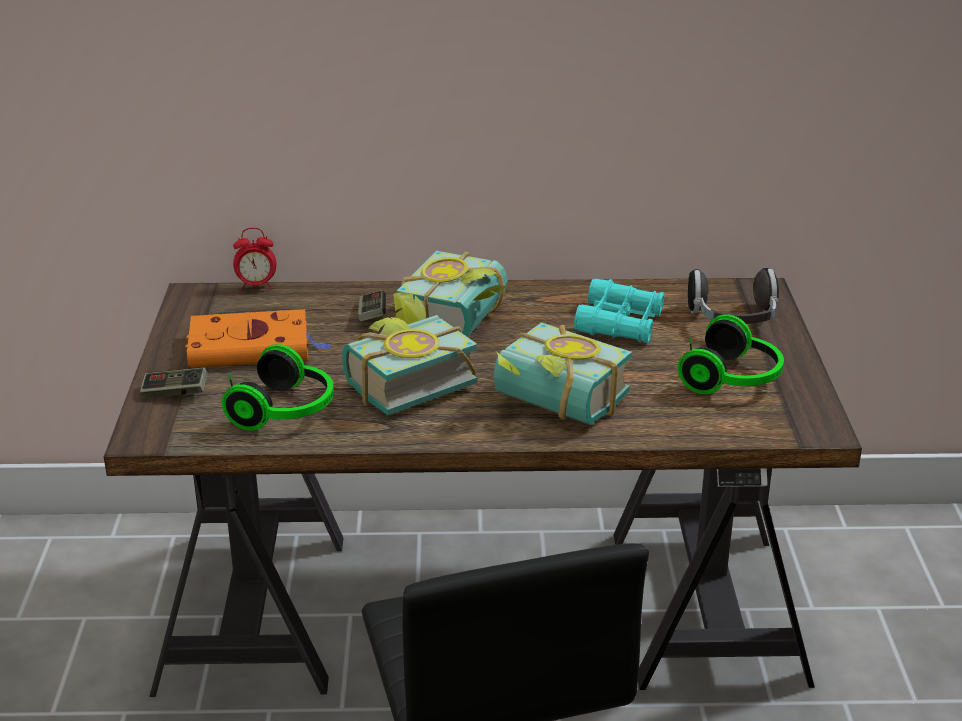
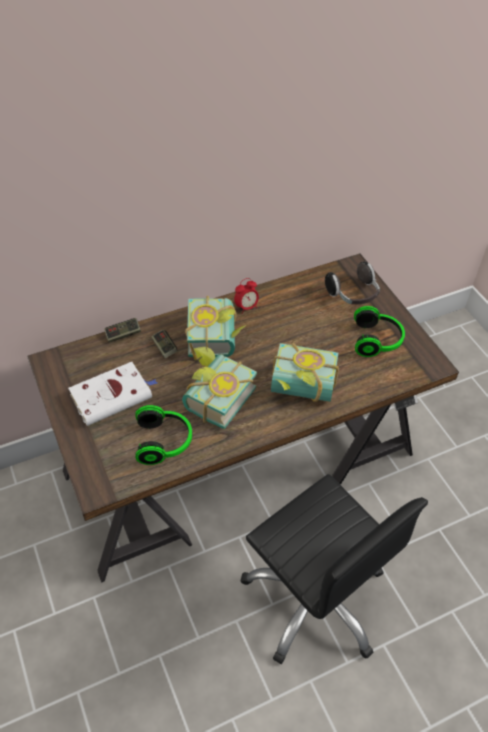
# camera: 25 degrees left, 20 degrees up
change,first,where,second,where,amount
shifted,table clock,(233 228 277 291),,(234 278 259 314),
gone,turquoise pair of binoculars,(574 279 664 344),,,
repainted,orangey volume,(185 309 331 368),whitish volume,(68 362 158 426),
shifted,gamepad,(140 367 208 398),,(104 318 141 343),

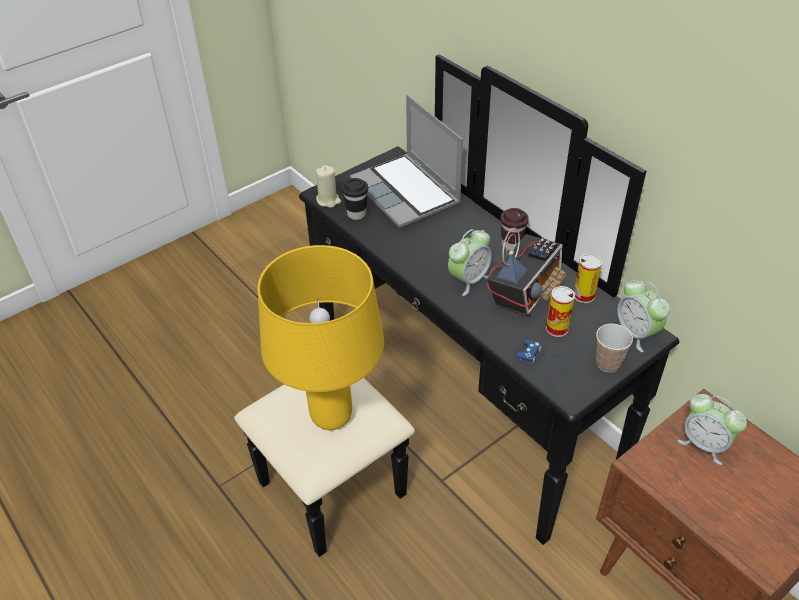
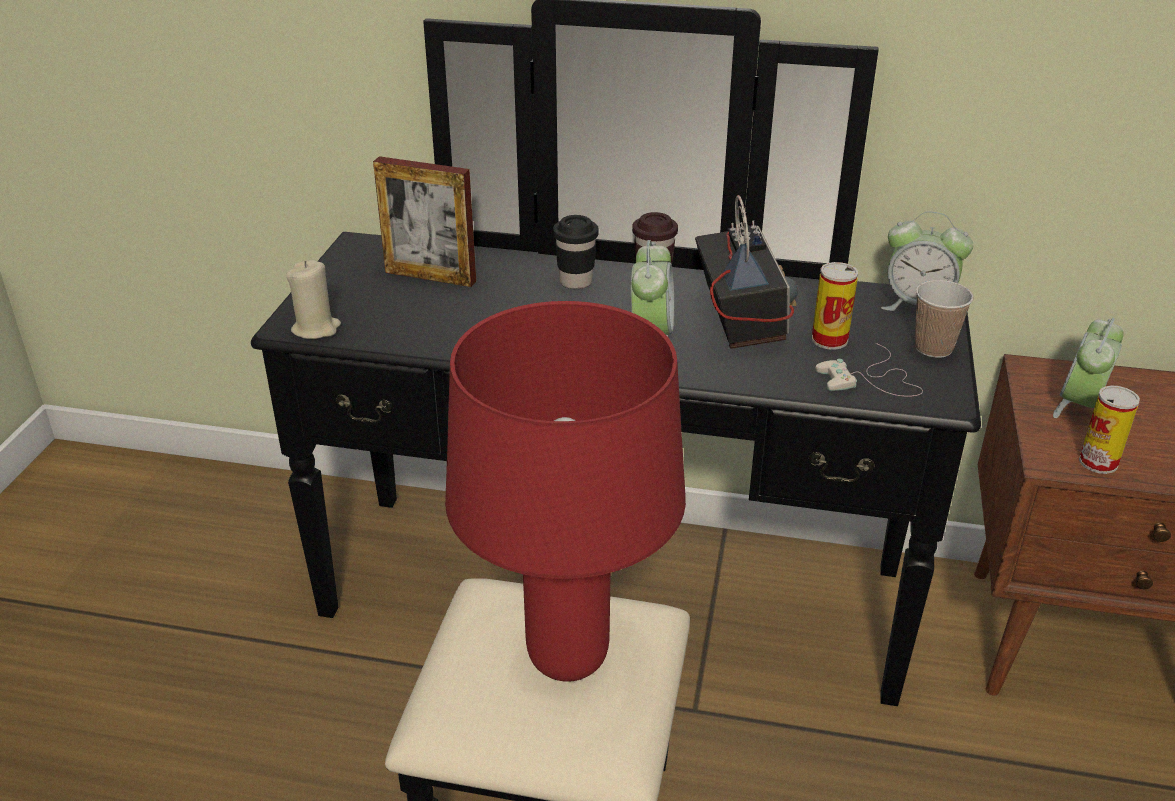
# camera: 40 degrees left, 10 degrees down
change,first,where,second,where,amount
swapped,portable computer,(350 95 463 228),photo frame,(373 156 476 287),
shifted,black-coloured cup,(342 178 368 220),,(553 215 599 289),
repainted,yellow-coloured lamp for a table,(258 245 384 430),reddish lamp for a table,(445 301 686 682),
shifted,metal can,(574 254 602 303),,(1079 385 1140 474),
repainted,bluish gamepad,(516 340 577 386),whitish gamepad,(815 343 923 397),
rotated,table clock,(678 394 747 465),,(1053 318 1124 418),120 degrees clockwise

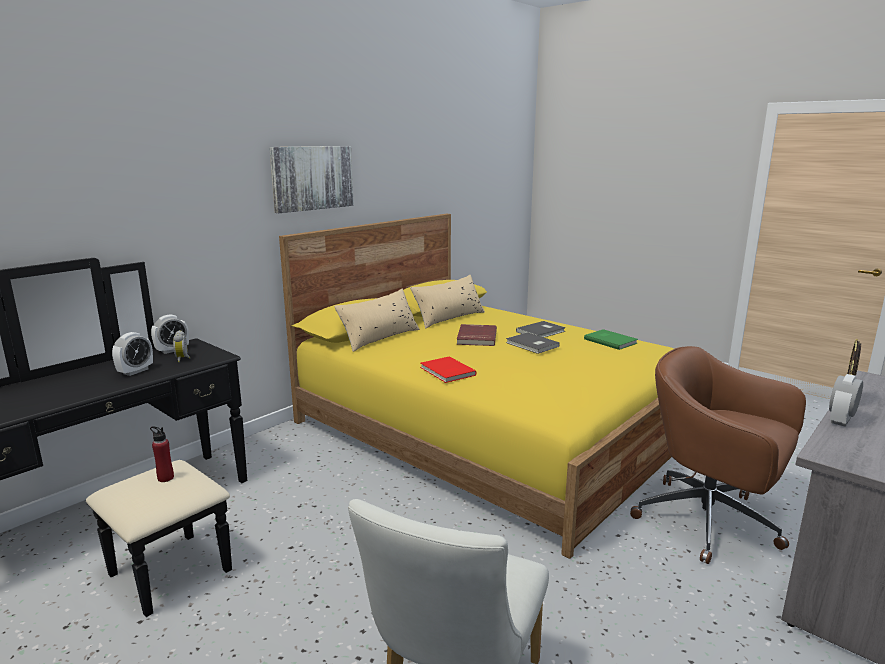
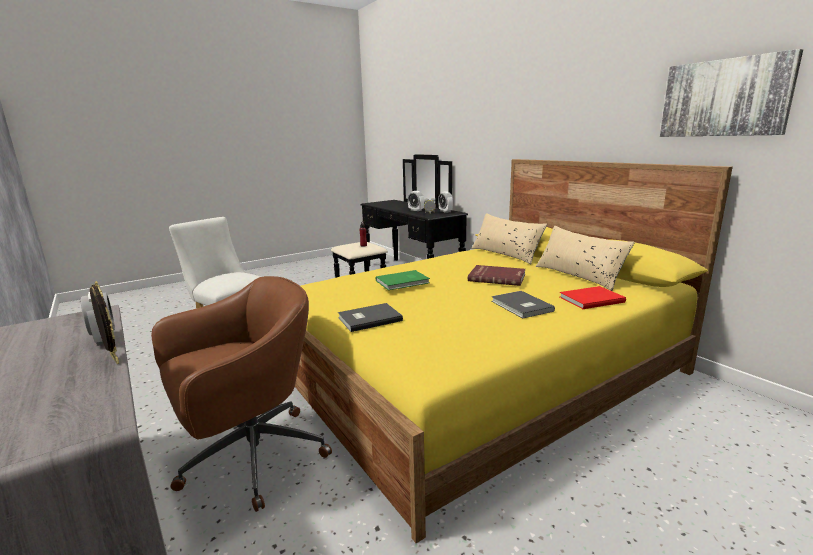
# camera: 105 degrees right, 0 degrees up
change,first,where,second,where,amount
shifted,picture,(269 146 354 213),,(660 49 803 137),
shifted,green-coloured volume,(584 329 638 350),,(376 270 430 290),
shifted,gray volume,(506 333 560 354),,(338 303 403 332),
shifted,reddish volume,(420 357 476 383),,(560 286 626 309),

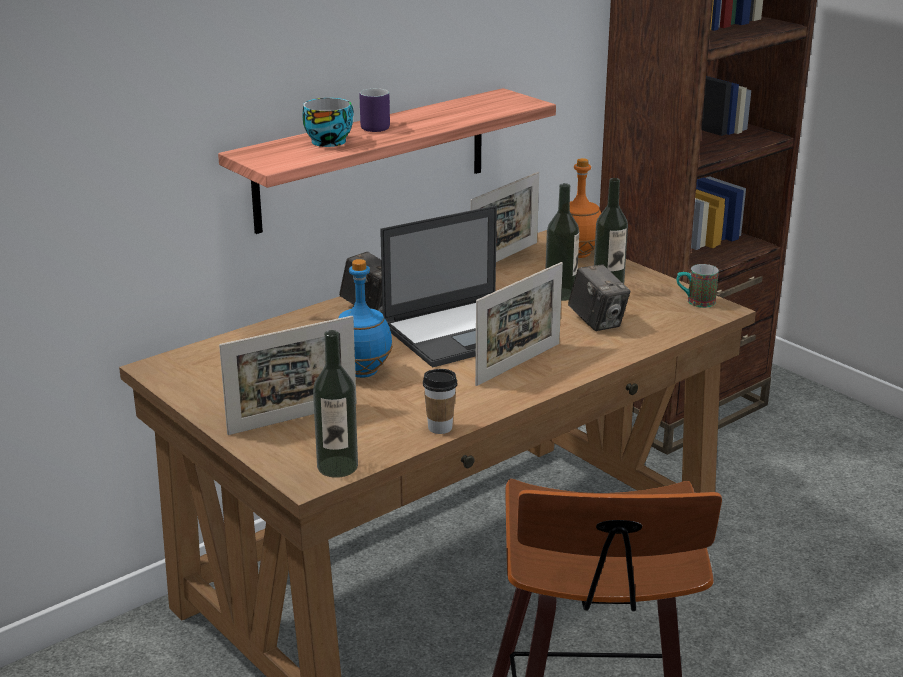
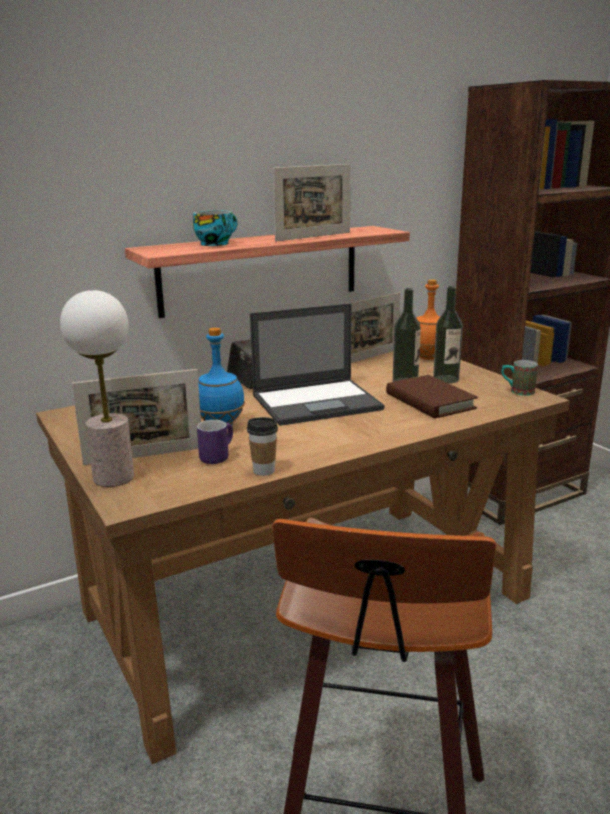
# camera: 10 degrees right, 5 degrees down
change,first,where,second,where,amount
shifted,purple coffee mug,(360 88 390 132),,(197 420 233 464),
shifted,photo frame,(475 262 563 386),,(273 164 351 241),
swapped,photo camera,(568 264 631 331),brown volume,(386 375 478 418),
gone,bottle,(313 330 358 478),,,
new,,,lamp for a table,(60 290 134 487),

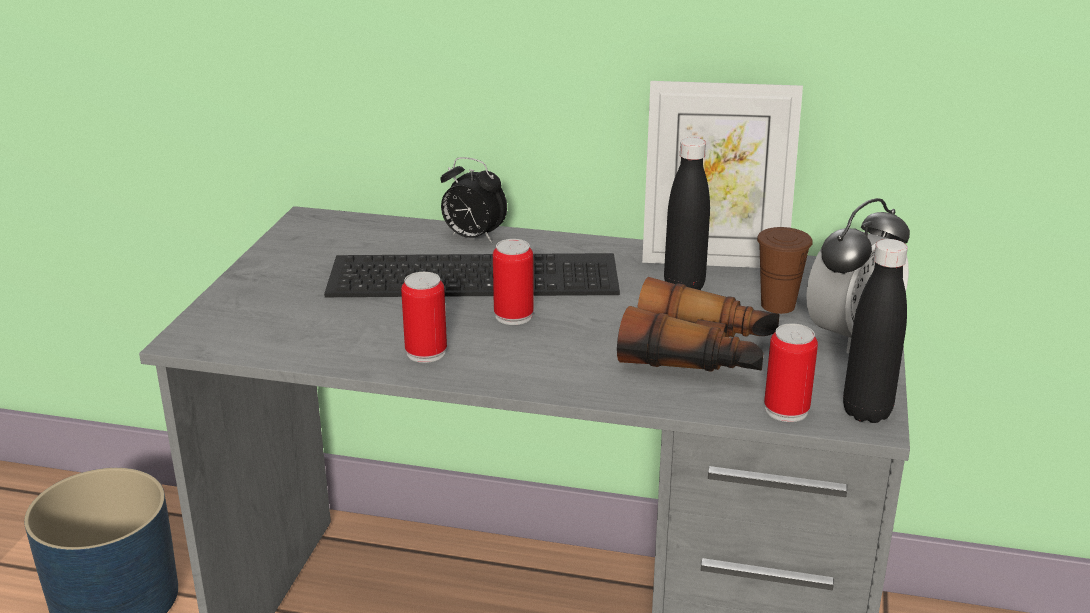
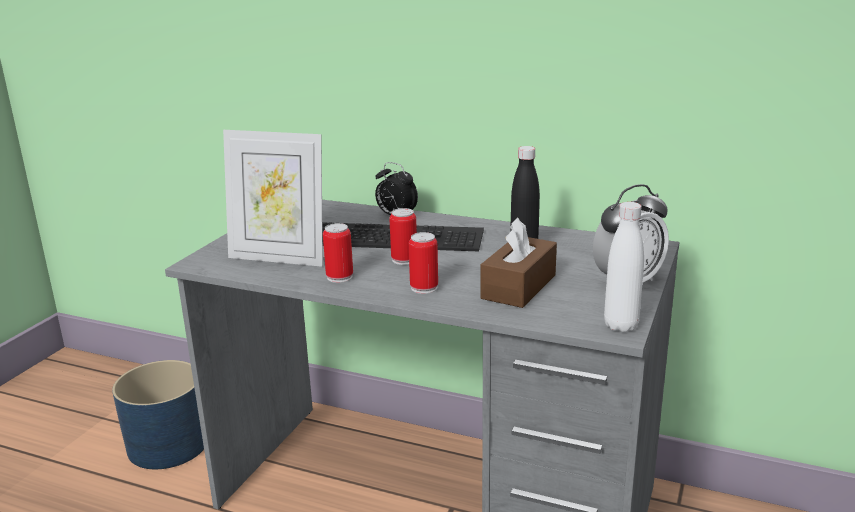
# camera: 10 degrees right, 5 degrees down
change,first,where,second,where,amount
shifted,photo frame,(642 81 803 268),,(223 130 323 267),
gone,brown cup,(757 227 813 314),,,
repainted,black-coloured bottle,(843 239 908 423),whitish bottle,(604 202 644 332),
swapped,pair of binoculars,(617 277 780 372),brown tissue box,(480 217 557 308),
shifted,metal can,(764 324 818 422),,(409 232 438 294),

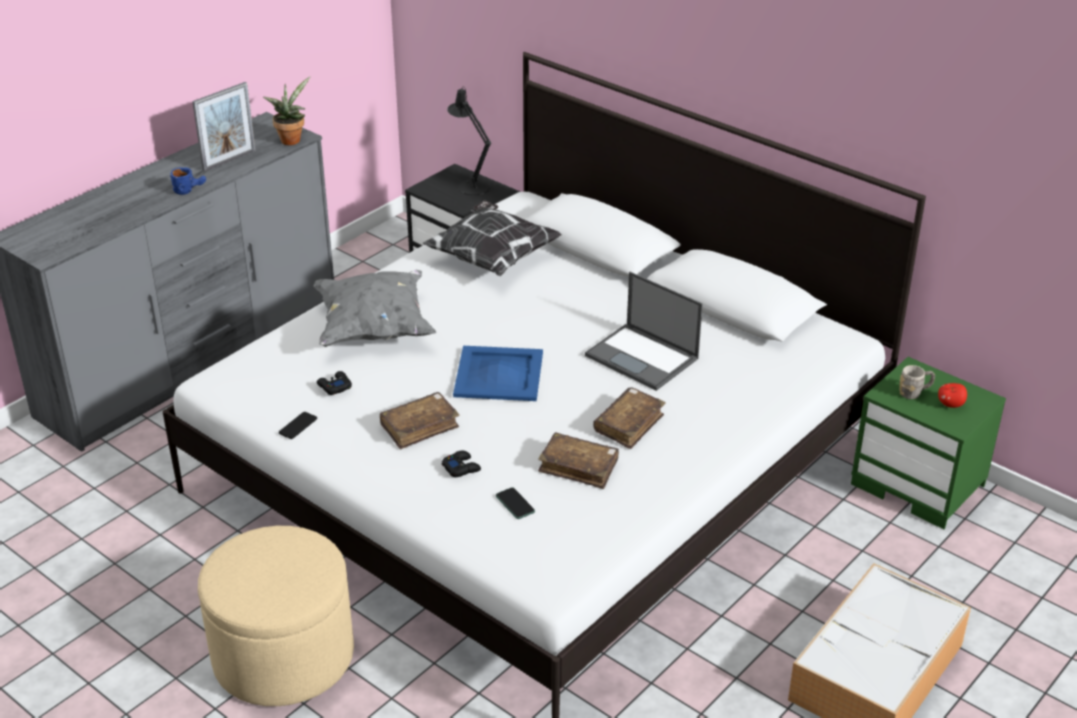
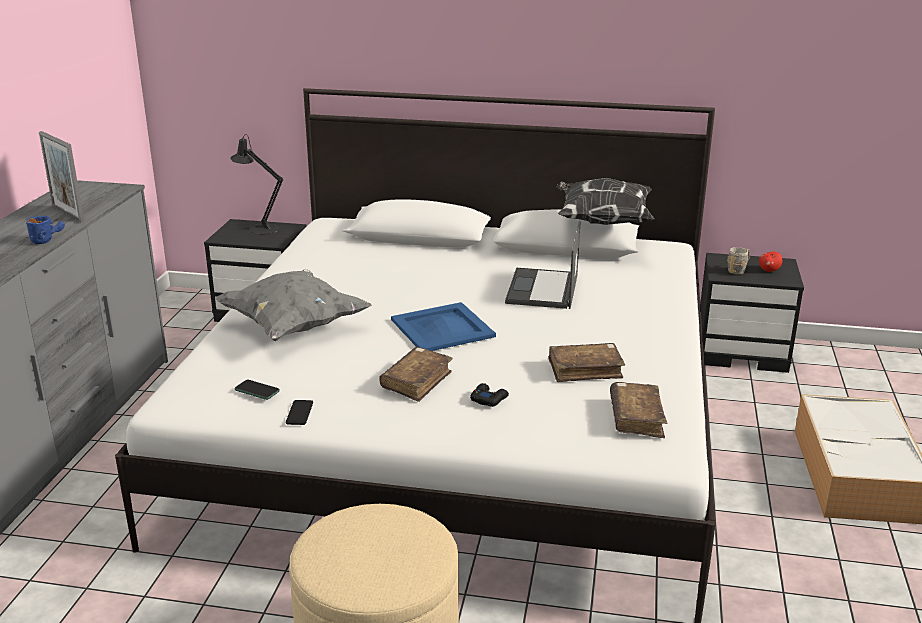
# camera: 30 degrees left, 10 degrees down
change,first,where,second,where,amount
gone,plant in a pot,(263 76 310 145),,,
rotated,photo frame,(192 82 256 171),,(39 131 84 222),120 degrees clockwise
shifted,pillow,(423 200 562 276),,(557 178 655 225),
rotated,portable computer,(585 272 703 391),,(505 221 580 309),90 degrees clockwise
repainted,green-coloured bedside table,(851 357 1006 529),black-coloured bedside table,(700 253 804 373),
gone,black-coloured gamepad,(317 371 352 395),,,
shifted,brown volume,(593 387 666 449),,(610 382 667 438),
shifted,phone,(496 488 535 519),,(234 380 280 400),

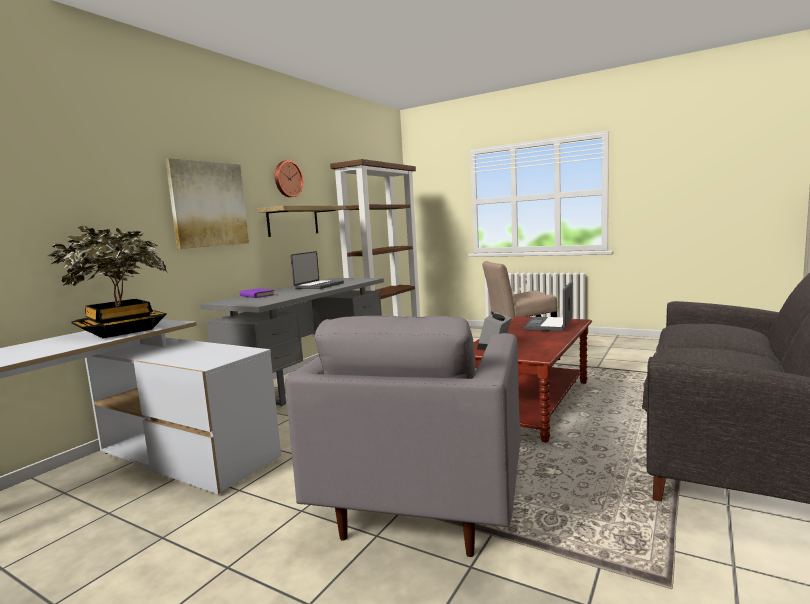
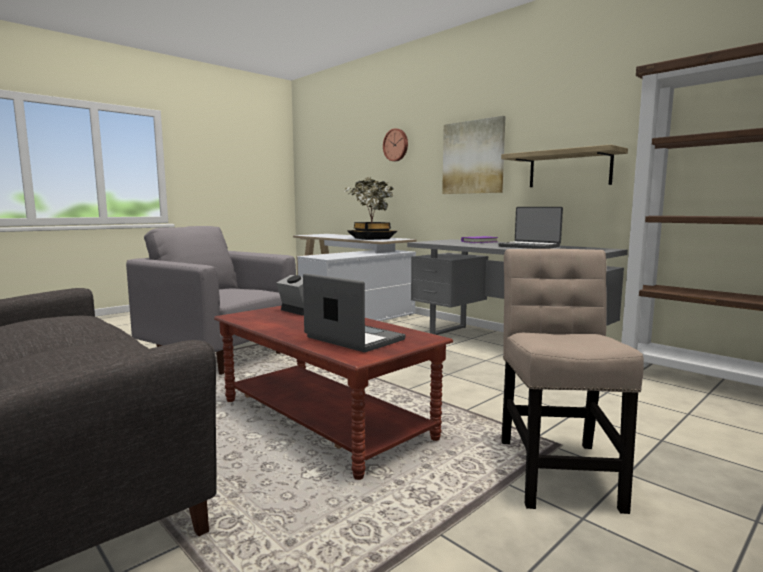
# camera: 105 degrees right, 0 degrees up
change,first,where,second,where,amount
shifted,hanging clock,(275 160 303 197),,(383 128 408 161),

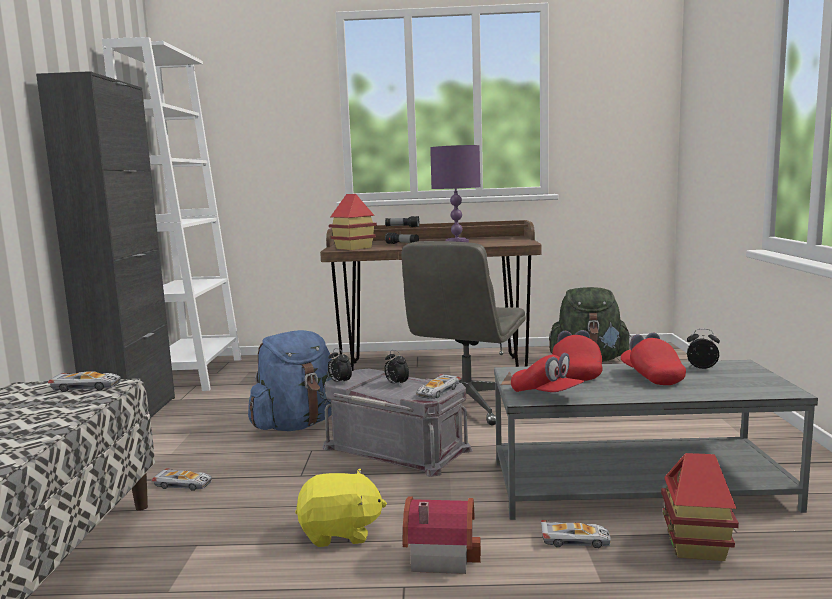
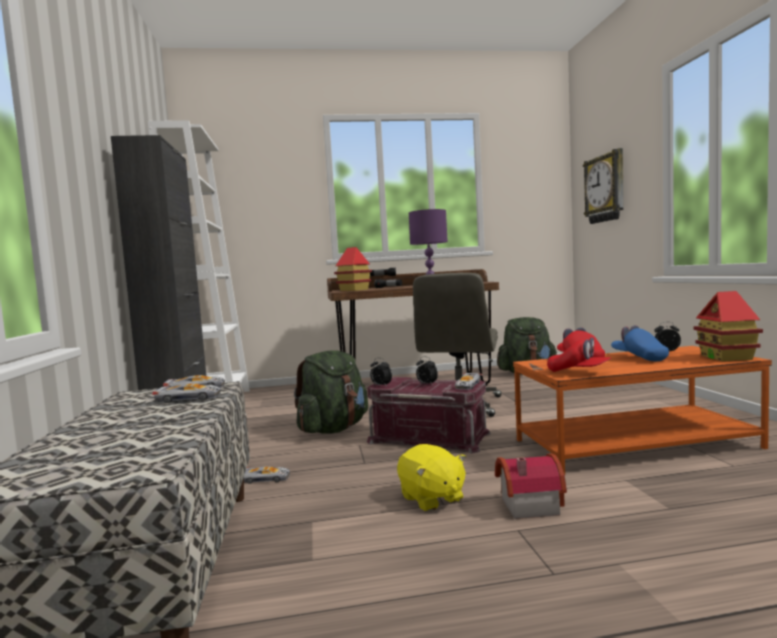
# camera: 10 degrees left, 5 degrees down
change,first,where,second,where,amount
repainted,bluish backpack,(248 330 332 431),green-coloured backpack,(294 350 368 434),
repainted,reddish baseball cap,(621 333 686 385),bluish baseball cap,(611 325 669 361),
repainted,gray coffee table,(494 360 818 520),orangey coffee table,(513 346 772 475),
repainted,gray storage container,(323 369 473 477),reddish storage container,(367 377 491 454),
shifted,miniature house,(661 453 739 561),,(694 291 763 362),
rotated,yellow-coloured plush toy,(295 469 387 547),,(397 444 466 512),75 degrees clockwise
shifted,model car,(541 520 611 548),,(152 383 221 403),
new,,,hanging clock,(583 148 624 224),

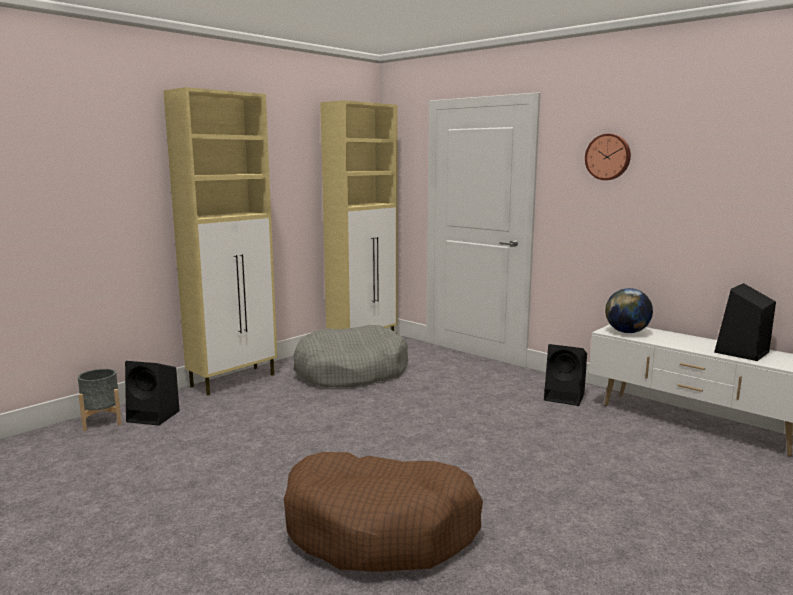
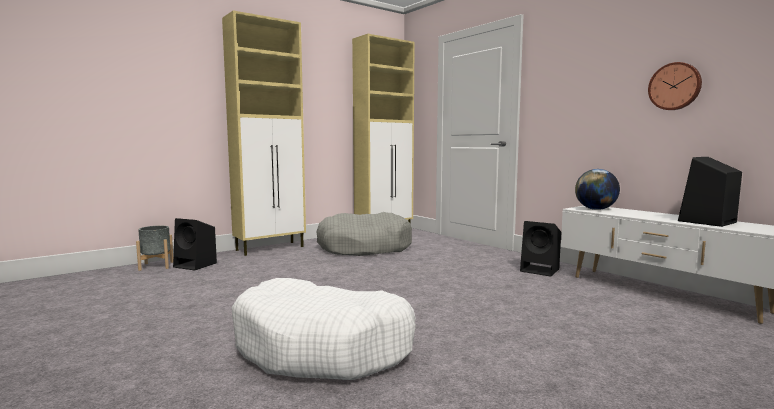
# camera: 10 degrees right, 5 degrees down
change,first,where,second,where,amount
shifted,hanging clock,(585 134 631 180),,(648 62 702 110),
repainted,brown dog bed,(284 452 483 572),whitish dog bed,(231 278 416 380),

